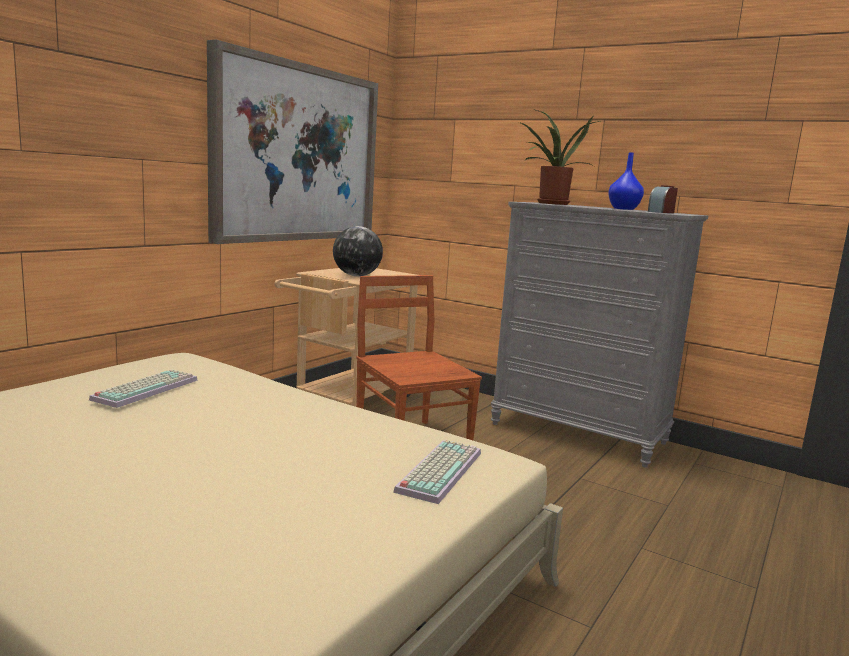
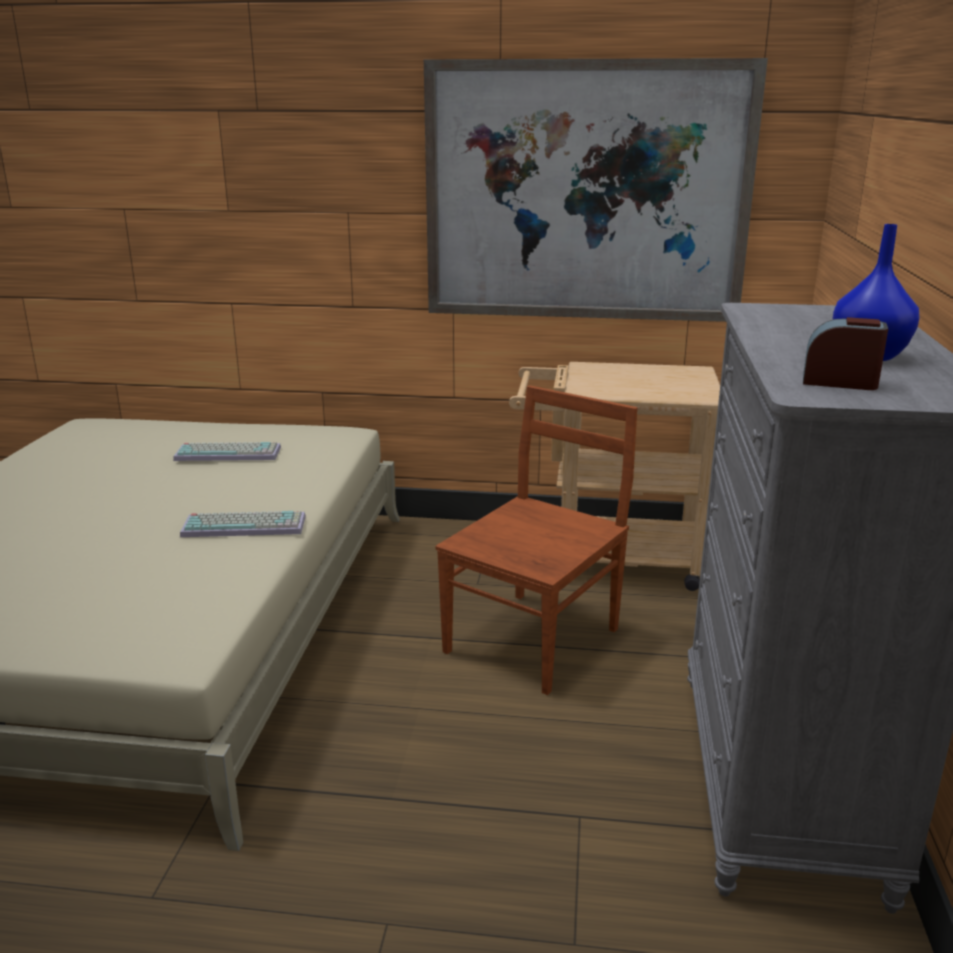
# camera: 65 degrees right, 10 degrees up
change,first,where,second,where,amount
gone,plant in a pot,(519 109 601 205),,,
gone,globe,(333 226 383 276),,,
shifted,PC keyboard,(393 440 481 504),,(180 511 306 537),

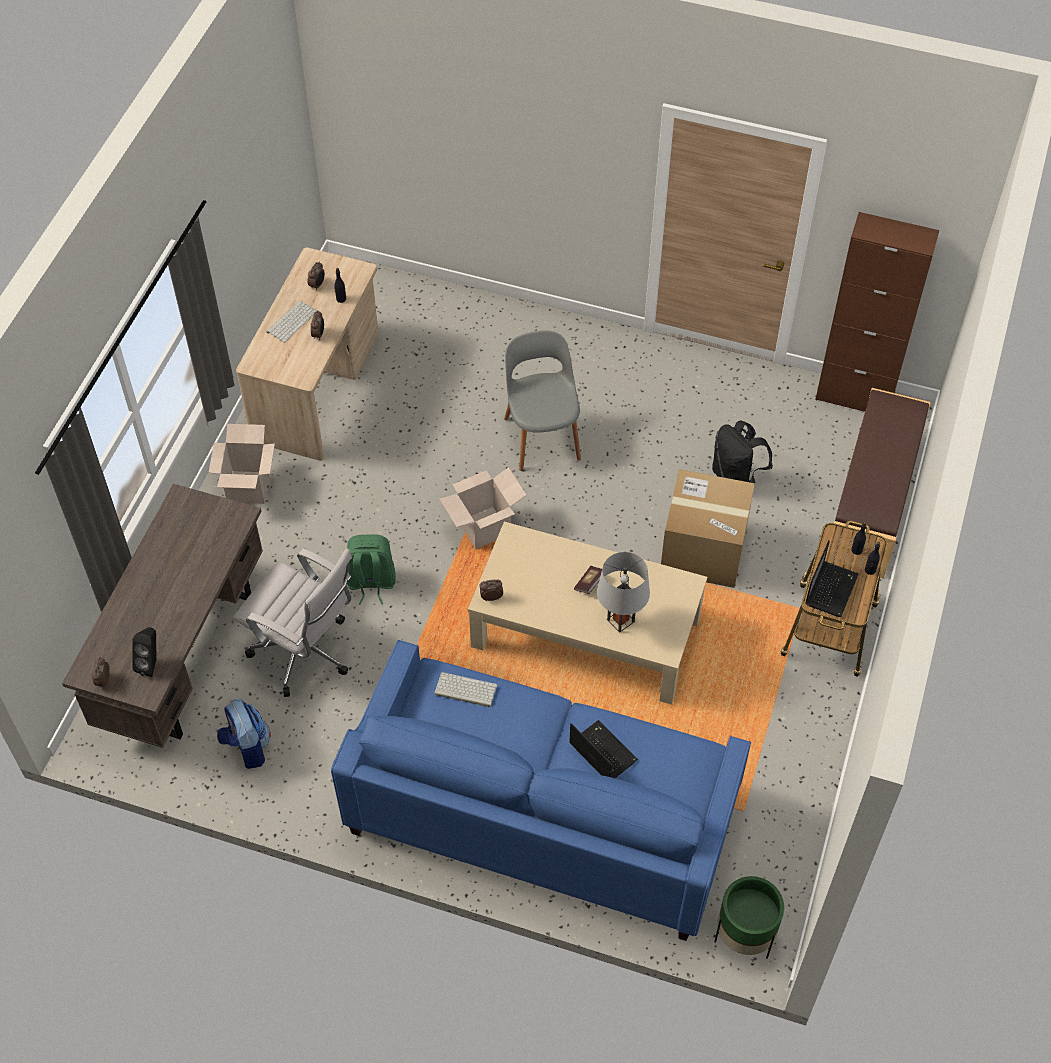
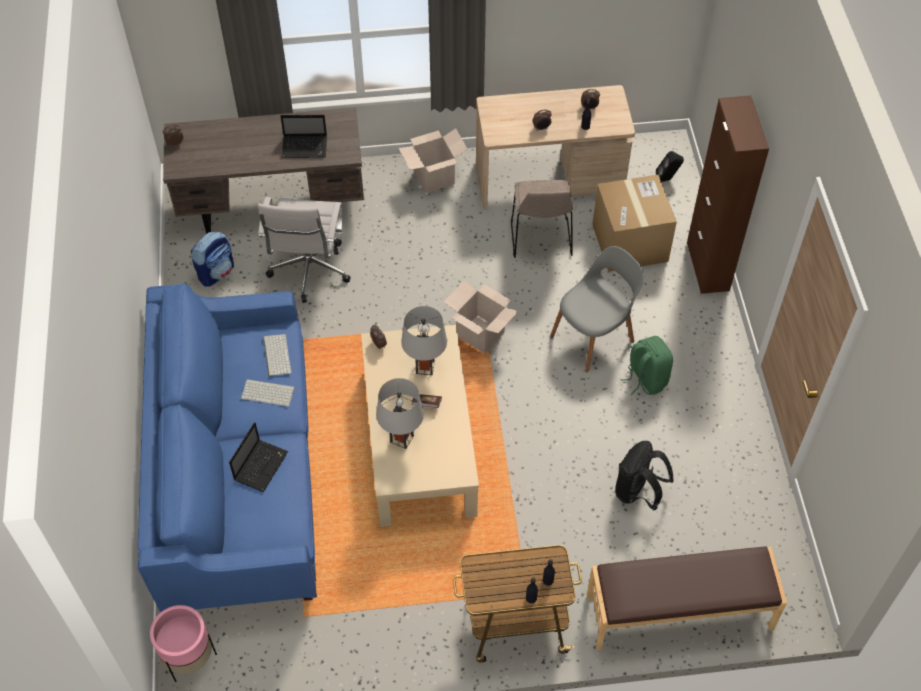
# camera: 65 degrees right, 0 degrees up
change,first,where,second,where,amount
shifted,brown storage cabinet,(815 212 939 412),,(687 95 769 294),
shifted,PC keyboard,(266 300 317 343),,(241 379 295 406),
shifted,packing box,(661 469 755 588),,(592 175 677 272),
shifted,green-coloured backpack,(347 534 396 605),,(621 336 673 395),
shifted,portable computer,(805 540 859 617),,(280 115 327 158),
shifted,black-coloured loudspeaker,(132 627 156 677),,(656 151 684 182),
repainted,green-coloured flower pot,(714 876 784 959),pink-coloured flower pot,(150 605 217 682),
new,,,beige-coloured plain chair,(511 180 573 258),
new,,,gray lamp for a table,(401 306 447 375),

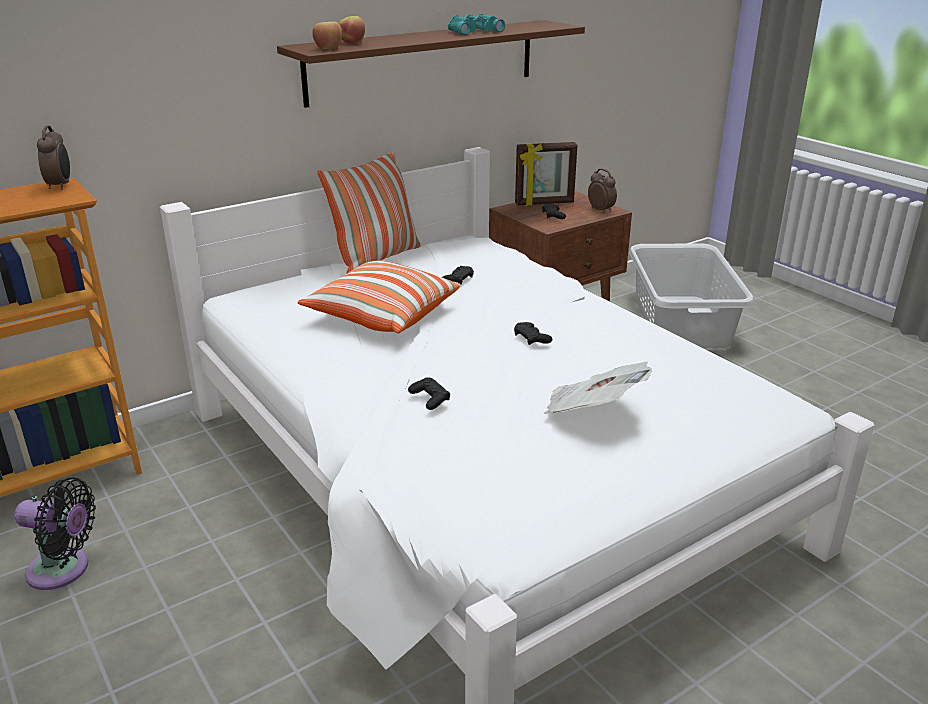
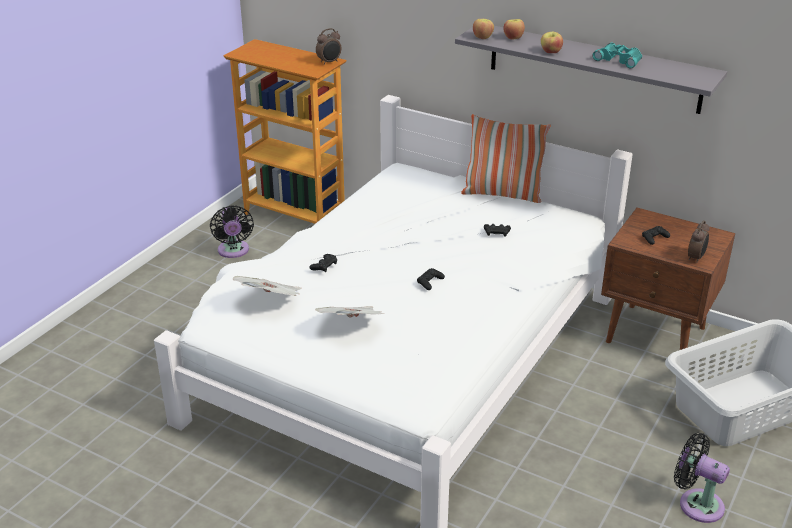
# camera: 65 degrees right, 5 degrees up
change,first,where,second,where,amount
repainted,brown shelf,(277 20 585 108),gray shelf,(455 26 727 114),
gone,photo frame,(515 142 577 206),,,
gone,pillow,(298 260 460 333),,,
new,,,apple,(541 32 563 53),
new,,,newspaper,(233 276 301 296),
new,,,black-coloured electric fan,(674 433 730 523),

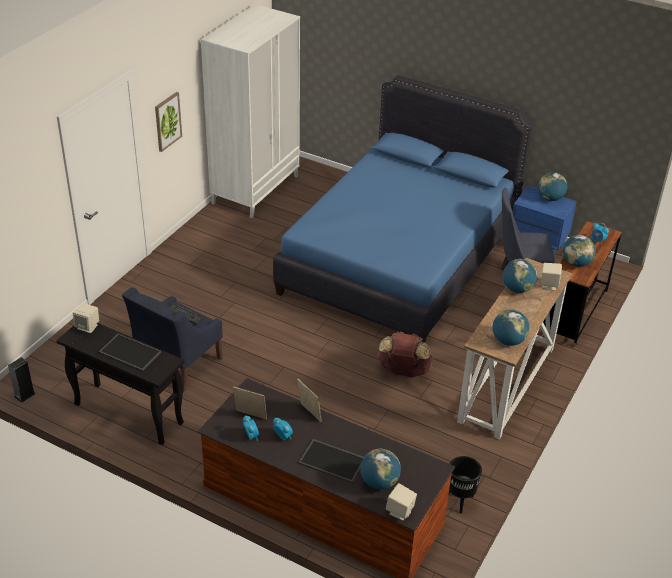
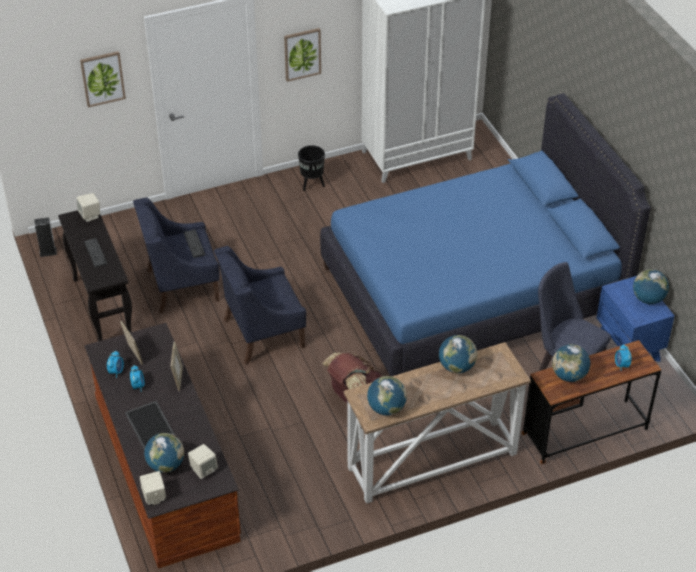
# camera: 40 degrees right, 5 degrees up
change,first,where,second,where,amount
shifted,beige-coloured loudspeaker,(541 263 562 291),,(188 444 218 479),
swapped,tray,(98 334 161 372),PC keyboard,(84 238 107 268),
shifted,black-coloured flower pot,(449 456 482 513),,(298 145 325 191),
new,,,picture,(80 51 126 108),
new,,,bluish lounge chair,(214 246 306 365),

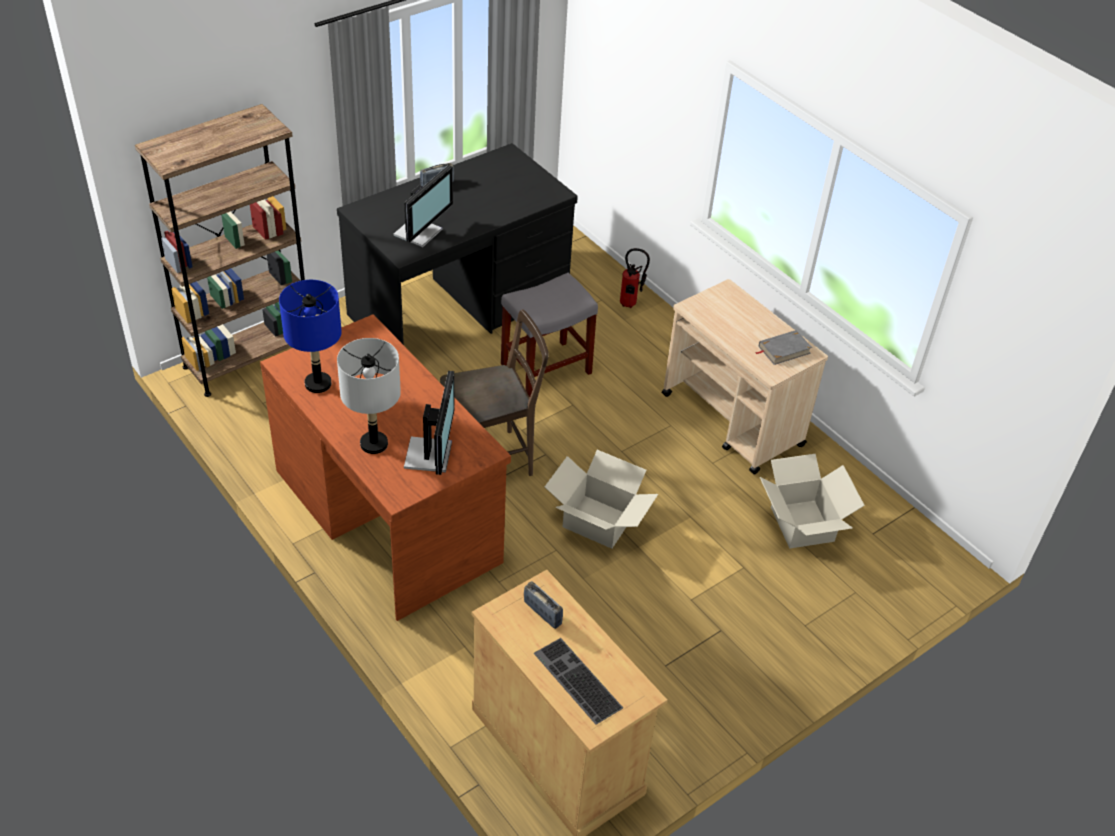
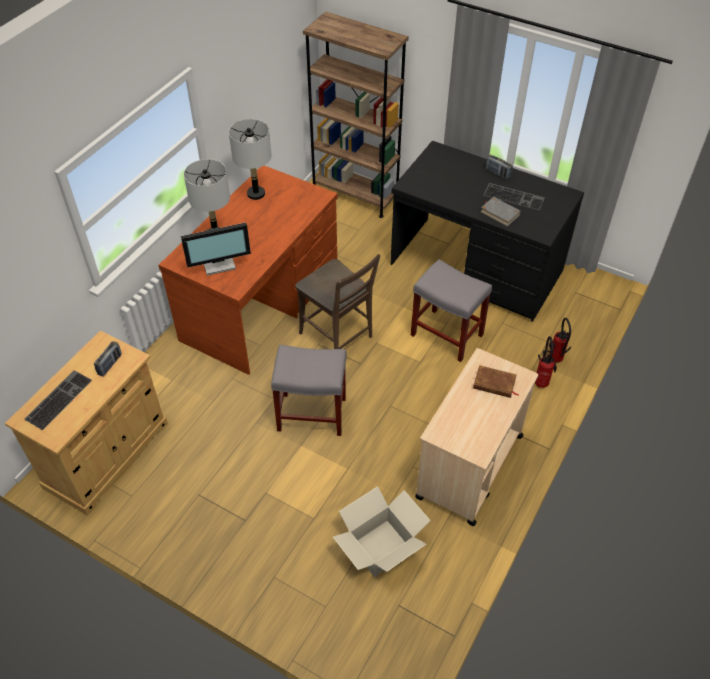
# camera: 70 degrees right, 5 degrees up
change,first,where,second,where,amount
gone,monitor,(394 165 453 247),,,
repainted,bluish lamp for a table,(279 280 342 393),gray lamp for a table,(229 119 271 200),
shifted,gray volume,(756 330 812 365),,(481 197 521 226),
swapped,packing box,(545 450 658 549),gray sitting stool,(271 345 346 436),
new,,,PC keyboard,(484 183 545 210),
new,,,fire extinguisher,(535 336 557 388),
new,,,brown volume,(473 365 519 398),

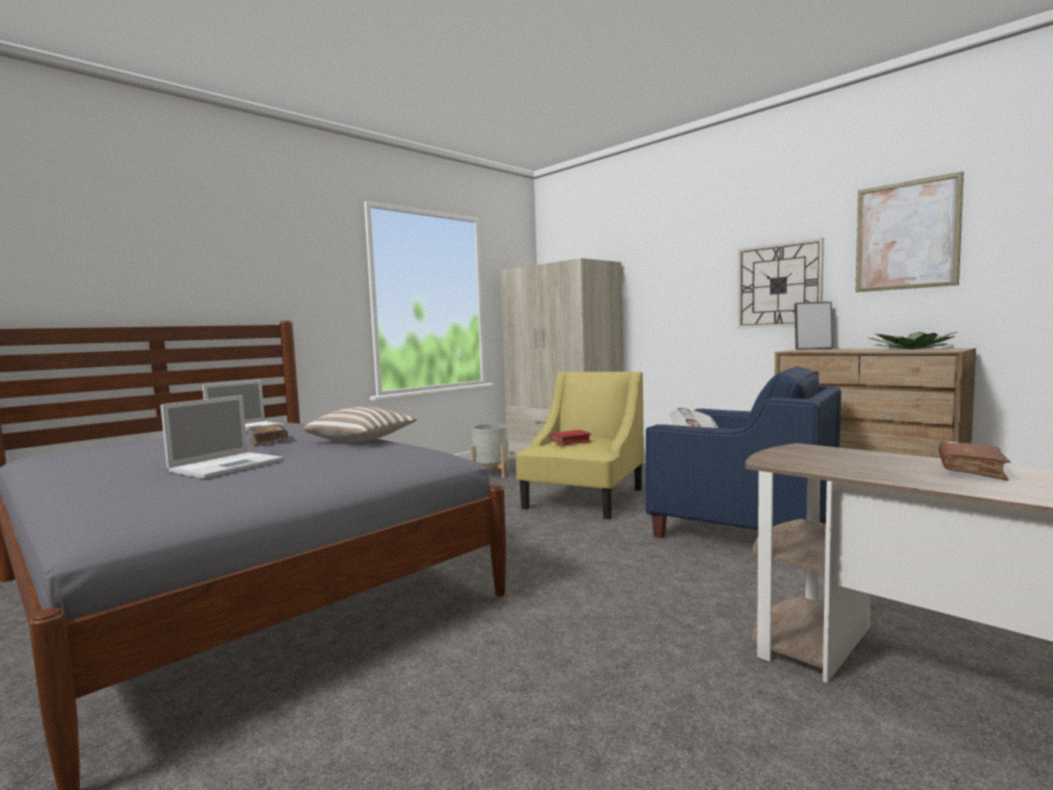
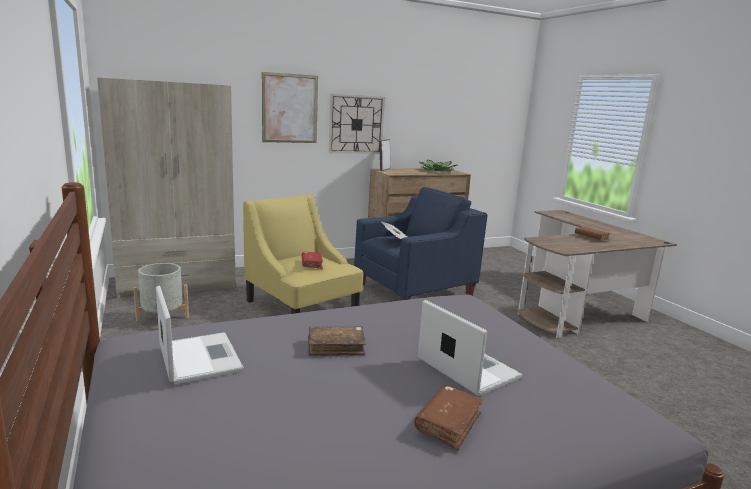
# camera: 70 degrees left, 10 degrees up
change,first,where,second,where,amount
shifted,picture,(856 172 964 292),,(262 72 318 143),
gone,pillow,(303 407 417 442),,,
new,,,brown volume,(414 385 484 450),

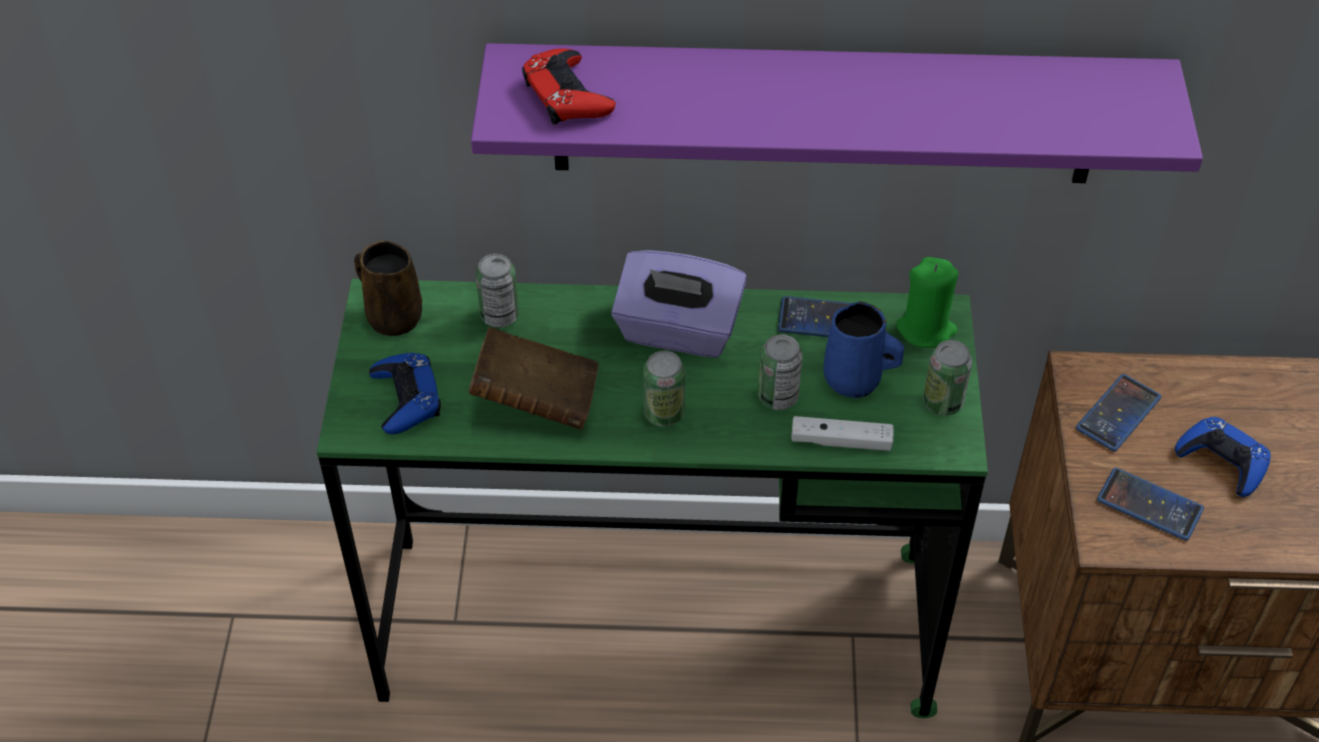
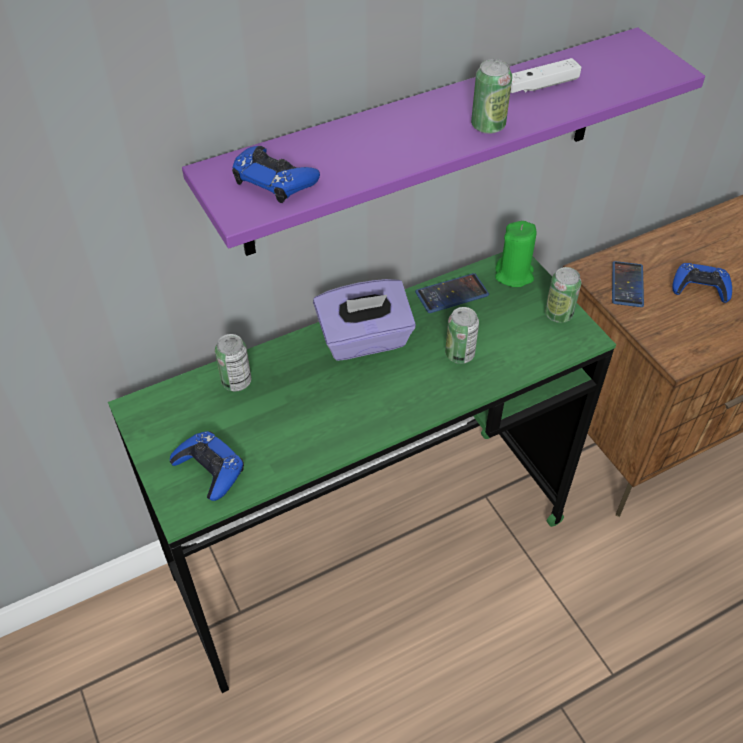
# camera: 30 degrees left, 0 degrees up
change,first,where,second,where,amount
repainted,reddish gamepad,(522 49 616 125),bluish gamepad,(232 146 320 203),
gone,brown coffee mug,(354 240 422 336),,,
gone,bluish coffee mug,(823 302 904 398),,,
gone,brown volume,(469 327 599 430),,,
shifted,metal can,(643 351 685 426),,(471 59 512 134),
shifted,whitish gamepad,(791 416 894 451),,(510 58 582 93),
gone,phone,(1097 468 1204 541),,,

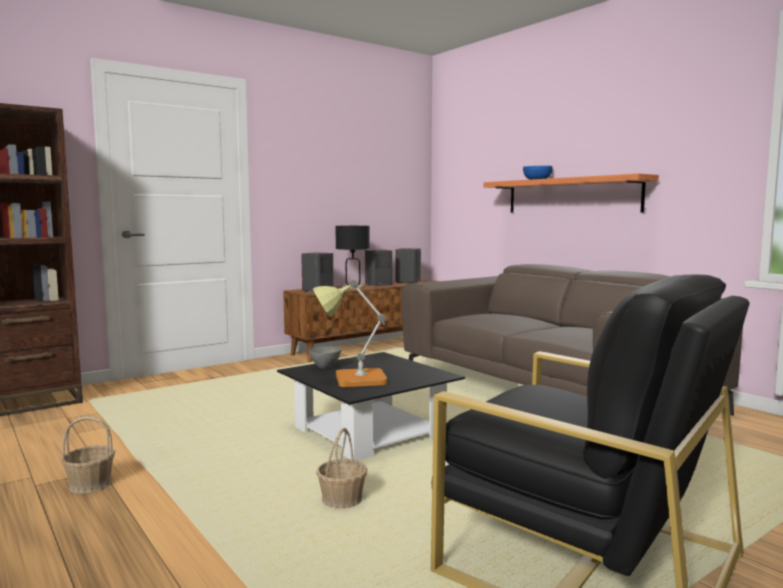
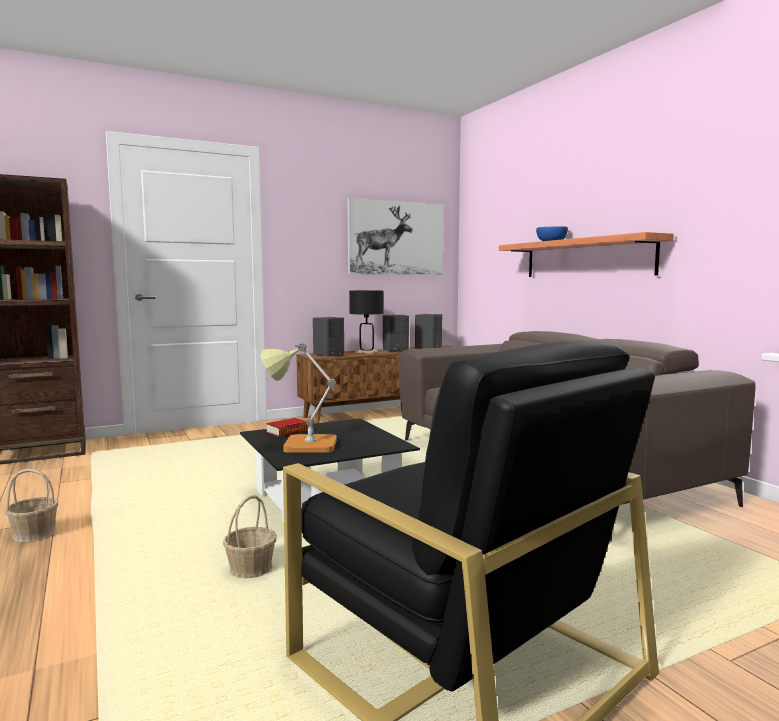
# camera: 10 degrees right, 0 degrees up
change,first,where,second,where,amount
swapped,gray serving bowl,(309 346 342 369),volume,(266 418 309 437),
new,,,picture,(347 198 443 275),

